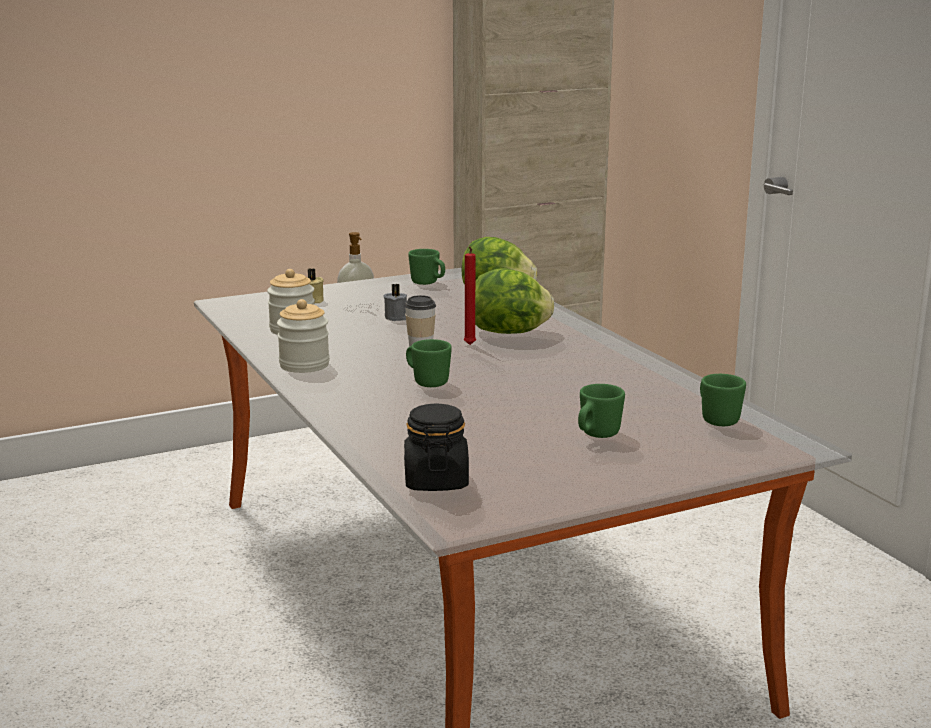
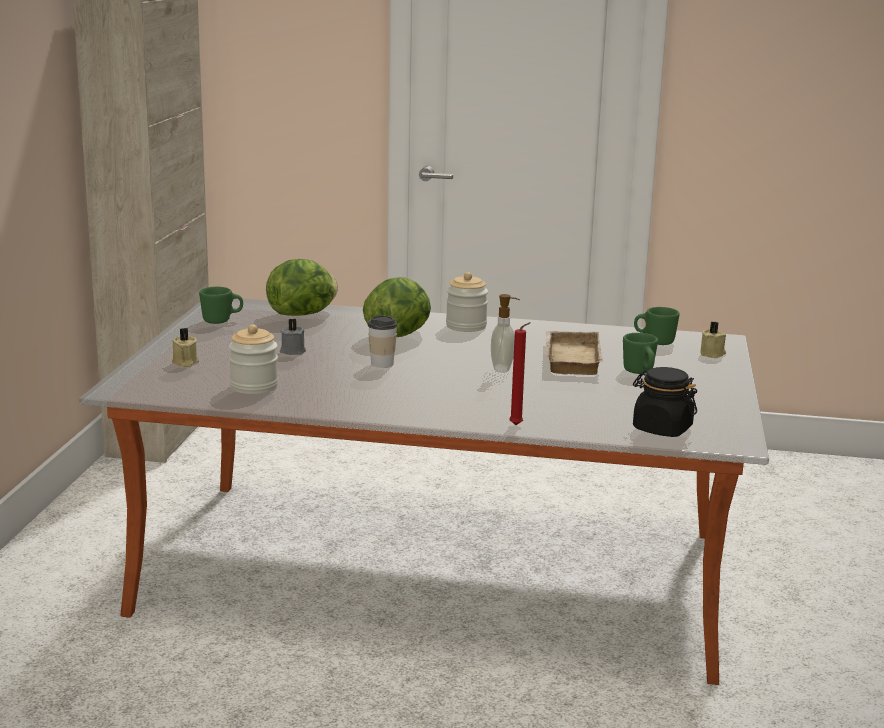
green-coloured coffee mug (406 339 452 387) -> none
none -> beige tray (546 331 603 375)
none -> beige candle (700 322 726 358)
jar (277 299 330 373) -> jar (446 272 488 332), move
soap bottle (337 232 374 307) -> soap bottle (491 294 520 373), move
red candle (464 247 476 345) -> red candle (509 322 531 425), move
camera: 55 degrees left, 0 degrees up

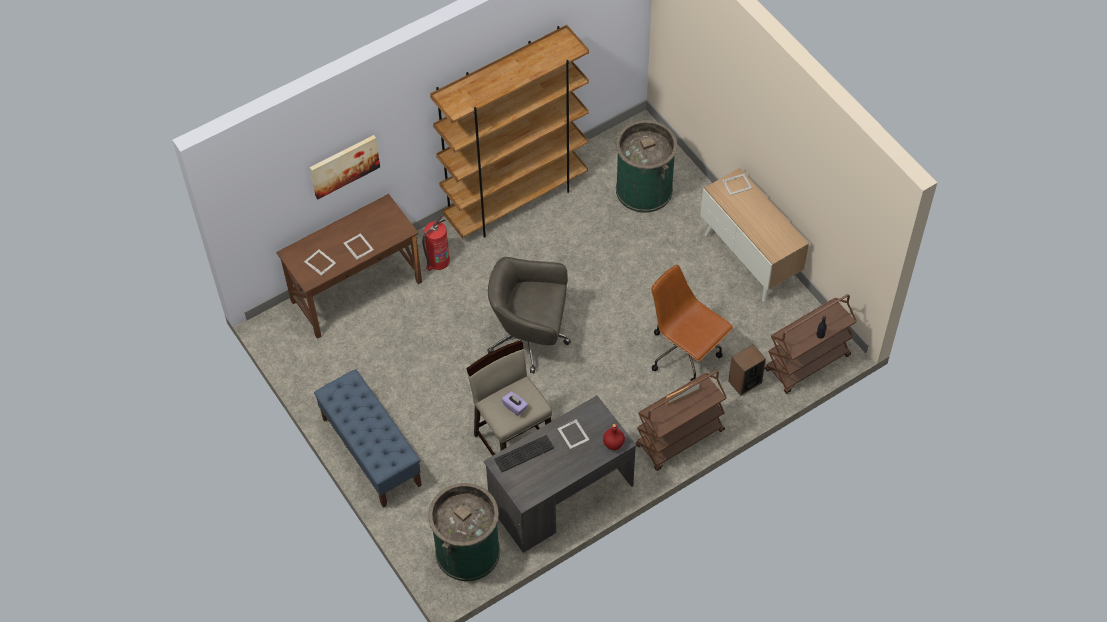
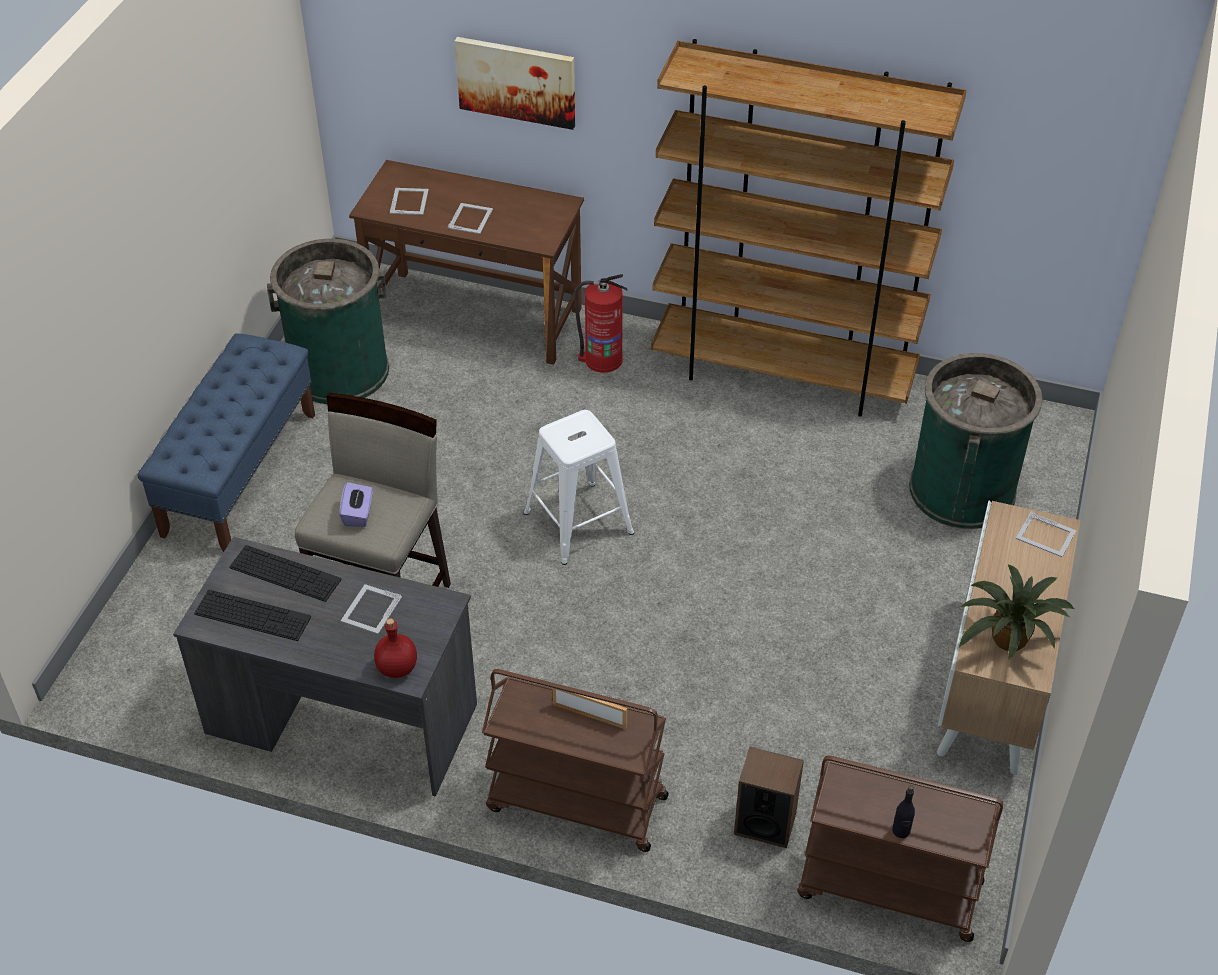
brownish office chair (651 265 733 381) -> none
none -> keyboard (194 590 311 641)
none -> houseplant (959 564 1074 660)
green-coloured rubbish bin (428 483 500 581) -> green-coloured rubbish bin (267 239 389 404), move
greyish office chair (487 257 571 373) -> white-coloured stool seat (524 410 634 565)
camera: 50 degrees right, 10 degrees down

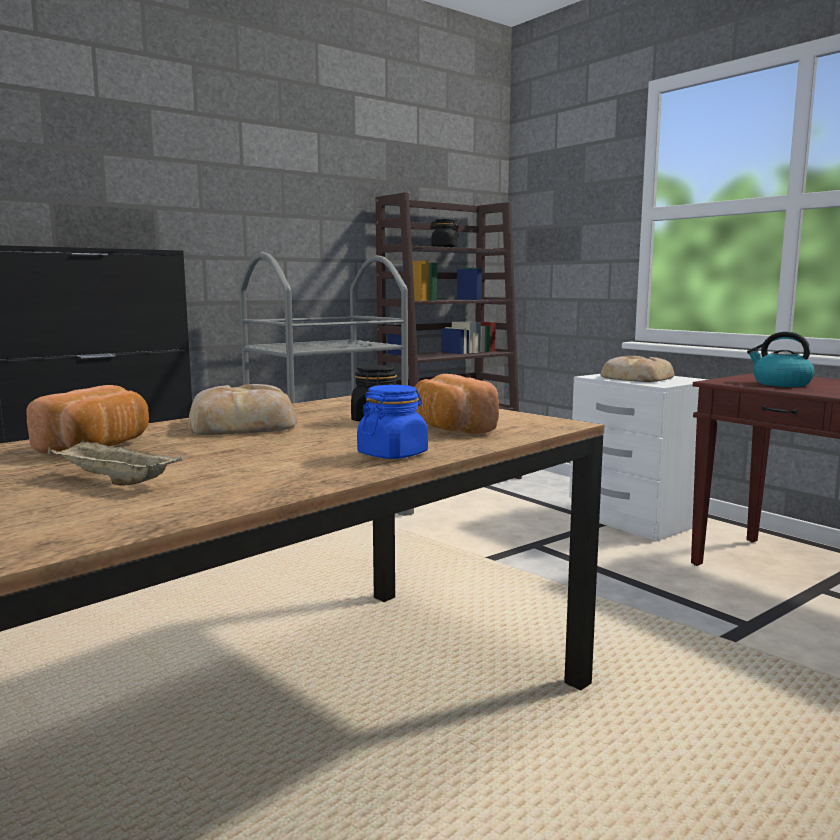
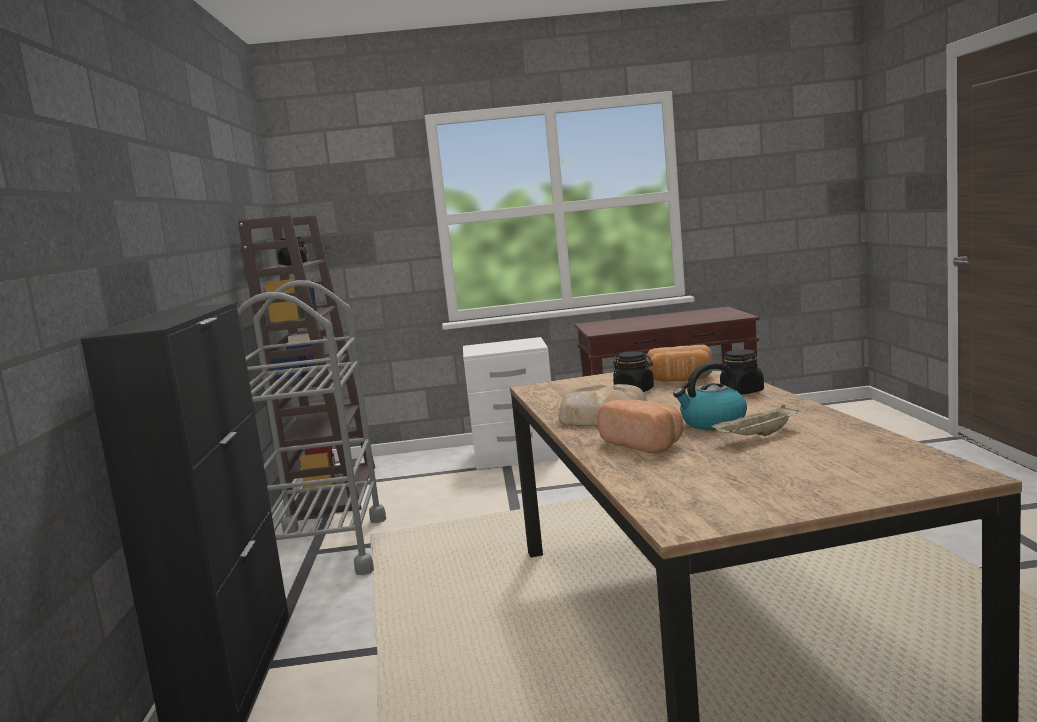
bakery bread (601 356 674 382) -> none
kettle (747 331 815 387) -> kettle (673 362 747 430), move
blue jar (357 385 428 459) -> black jar (720 349 764 394)
camera: 55 degrees left, 0 degrees up

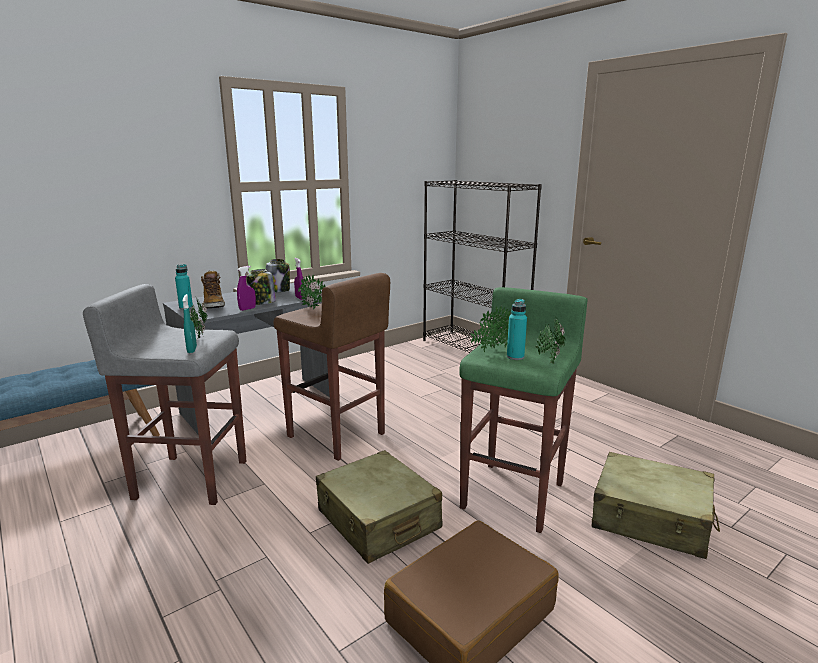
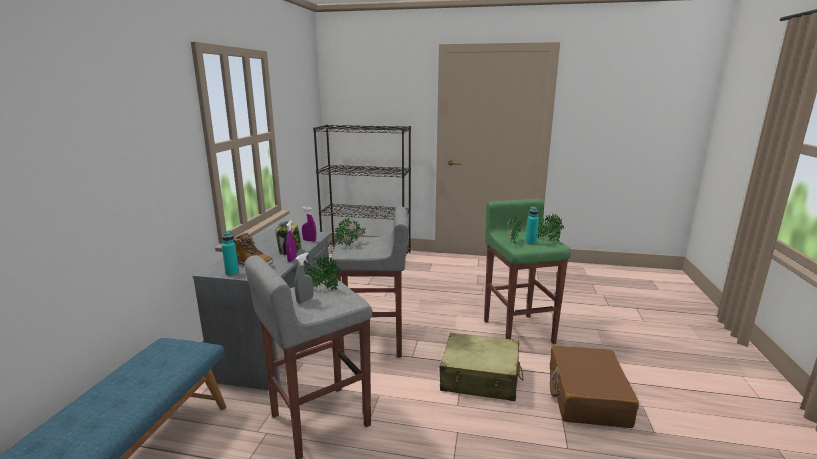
turquoise-coloured sprayer (182 294 197 353) -> none
jar (266 259 290 292) -> none
beige piece of luggage (592 452 720 559) -> none
none -> greyish sprayer (295 252 314 304)
brownish stool seat (274 273 390 461) -> greyish stool seat (330 206 409 358)
camera: 40 degrees left, 0 degrees up

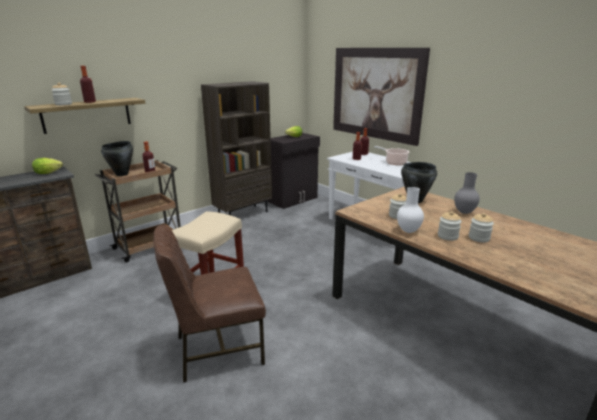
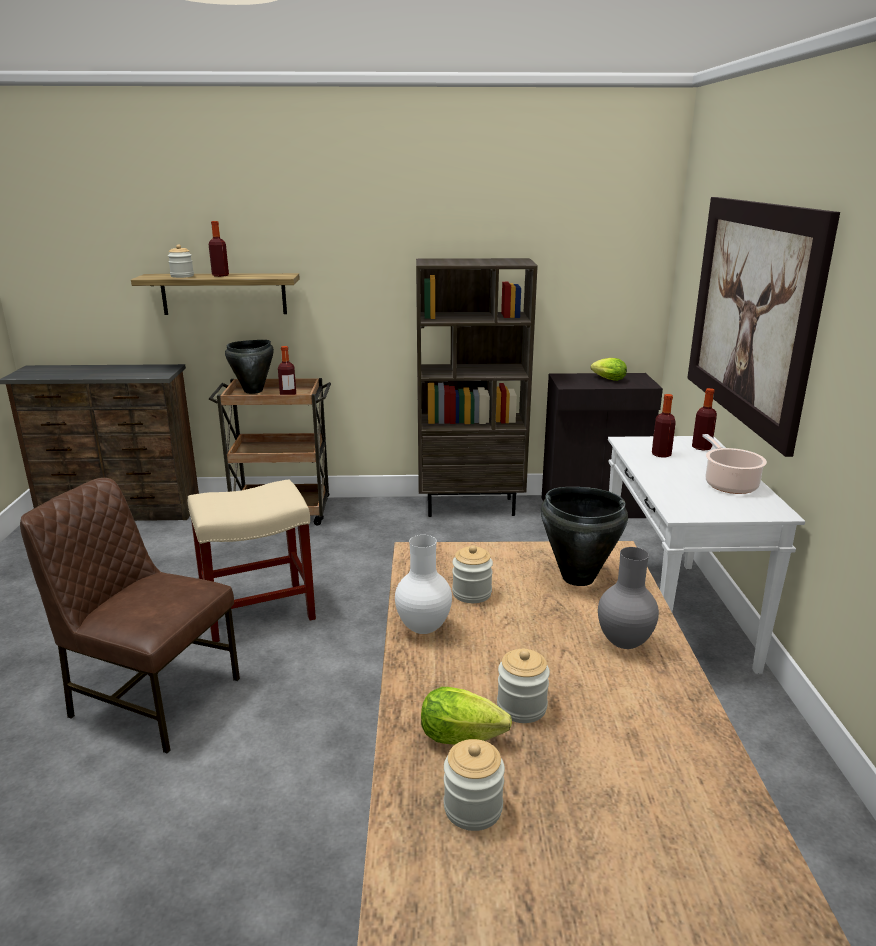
lettuce (32 158 63 174) -> lettuce (421 687 512 745), move
jar (438 211 461 241) -> jar (444 739 505 831), move
camera: 40 degrees right, 0 degrees up

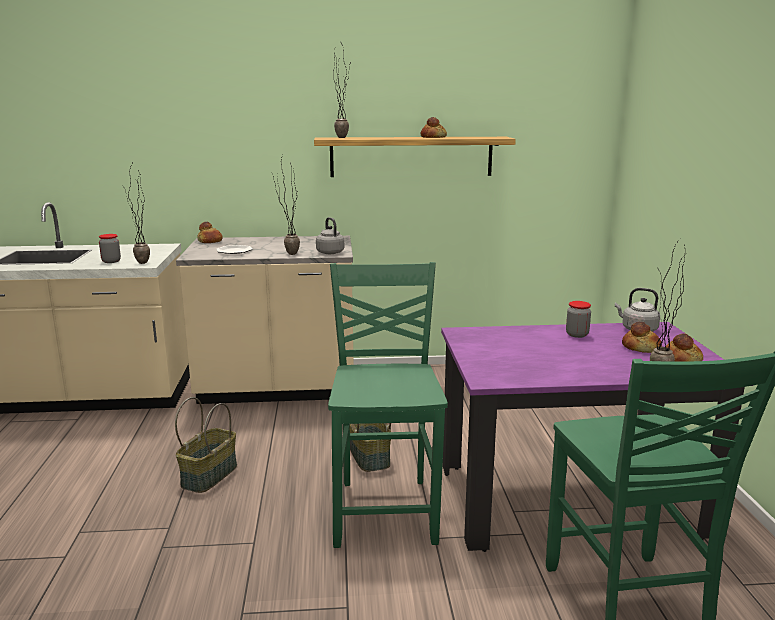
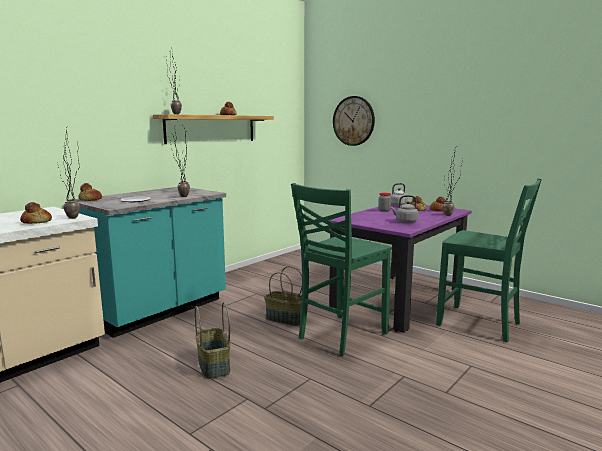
none -> clock on the wall (333 96 375 146)
greyish kettle (316 217 344 254) -> greyish kettle (391 195 419 223), move
jar (99 234 121 263) -> bakery bread (20 202 52 224)
beige counter (176 236 354 404) -> turquoise-coloured counter (74 187 226 338)
green-coloured chair (328 262 448 548) -> green-coloured chair (291 183 392 357), 90 degrees counterclockwise
camera: 45 degrees left, 5 degrees down

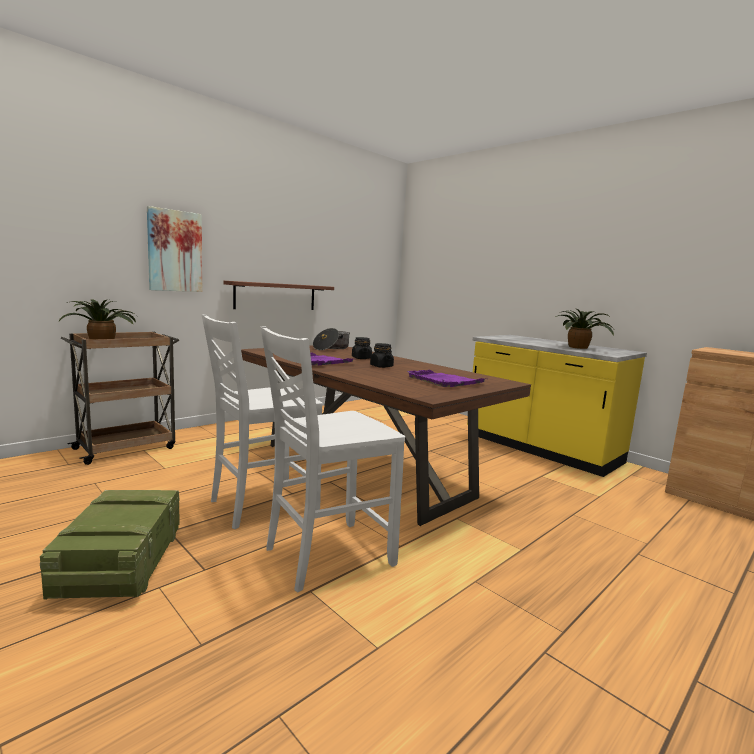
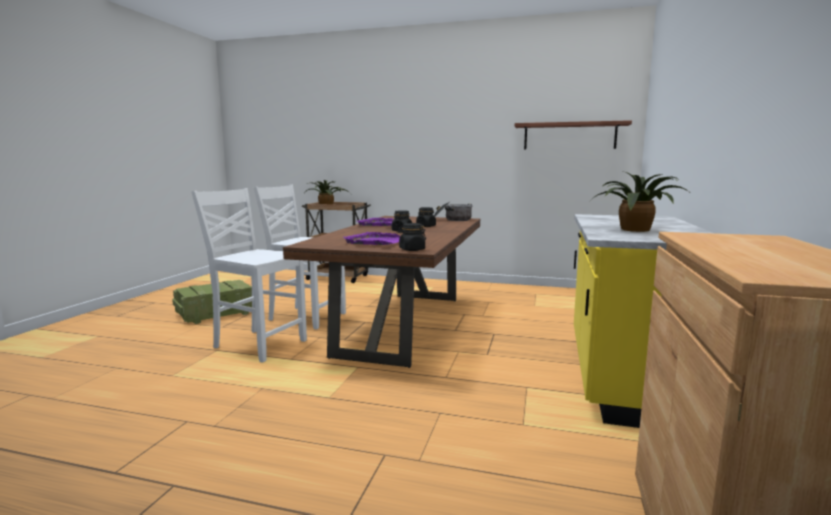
wall picture (147 206 202 292) -> none
none -> black jar (398 223 426 251)
shelf (223 281 334 310) -> shelf (515 120 632 149), move
camera: 60 degrees right, 0 degrees up

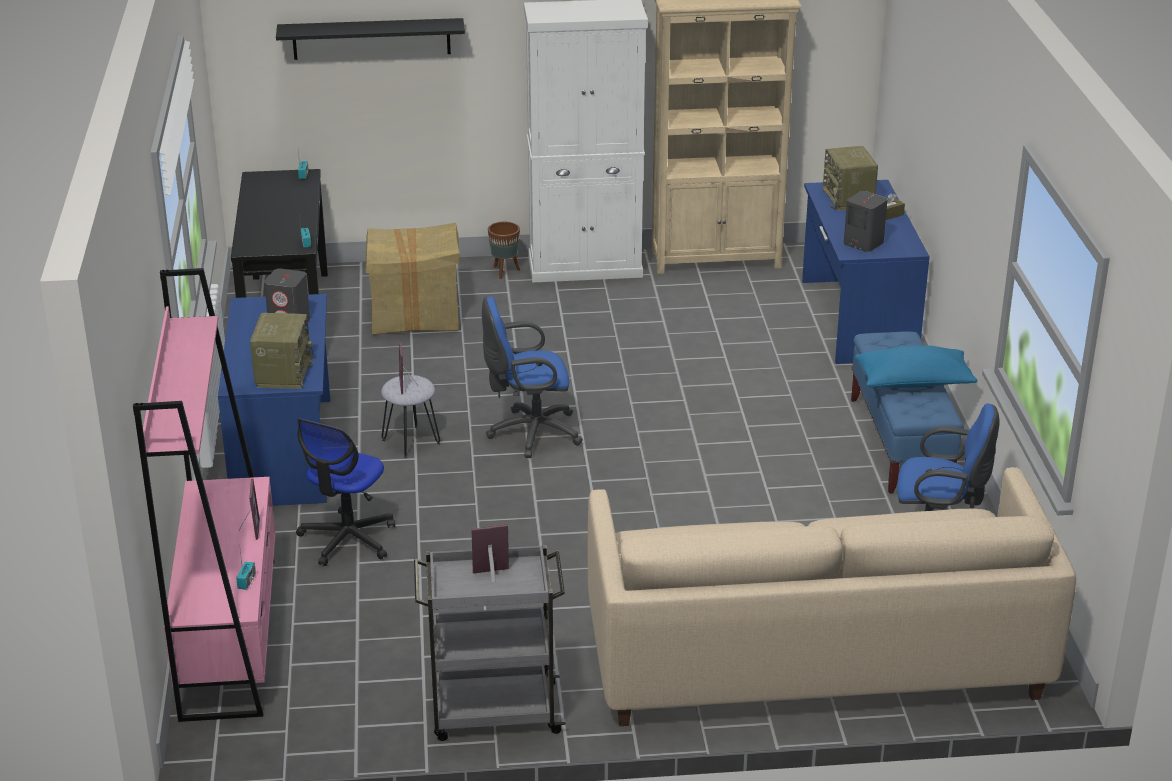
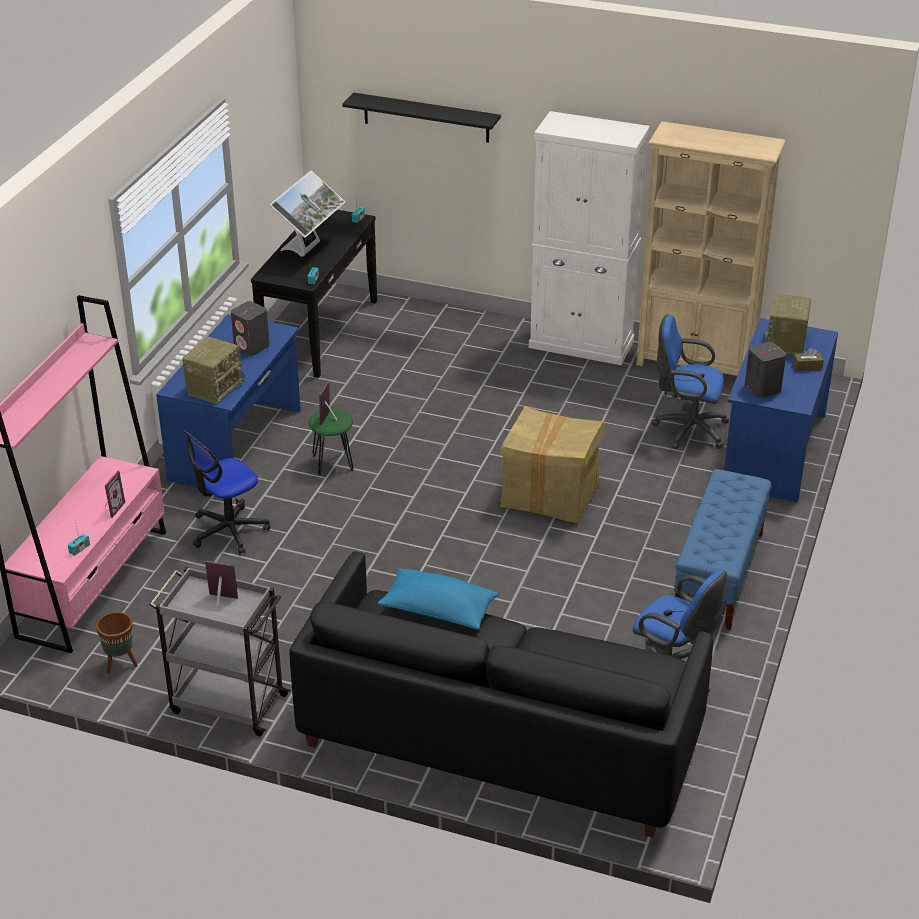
none -> computer screen (269 170 345 257)
carton (365 223 460 335) -> carton (500 406 605 523), move
blue office chair (482 296 583 458) -> blue office chair (652 315 730 449), move
brownish flower pot (488 222 520 279) -> brownish flower pot (96 612 138 673), move
blue throw pillow (855 346 978 388) -> blue throw pillow (378 568 499 630), move
greyish stool seat (381 375 440 458) -> green-coloured stool seat (309 408 353 476)
beige sofa (588 467 1076 726) -> black sofa (289 551 713 838)
camera: 25 degrees right, 5 degrees up

